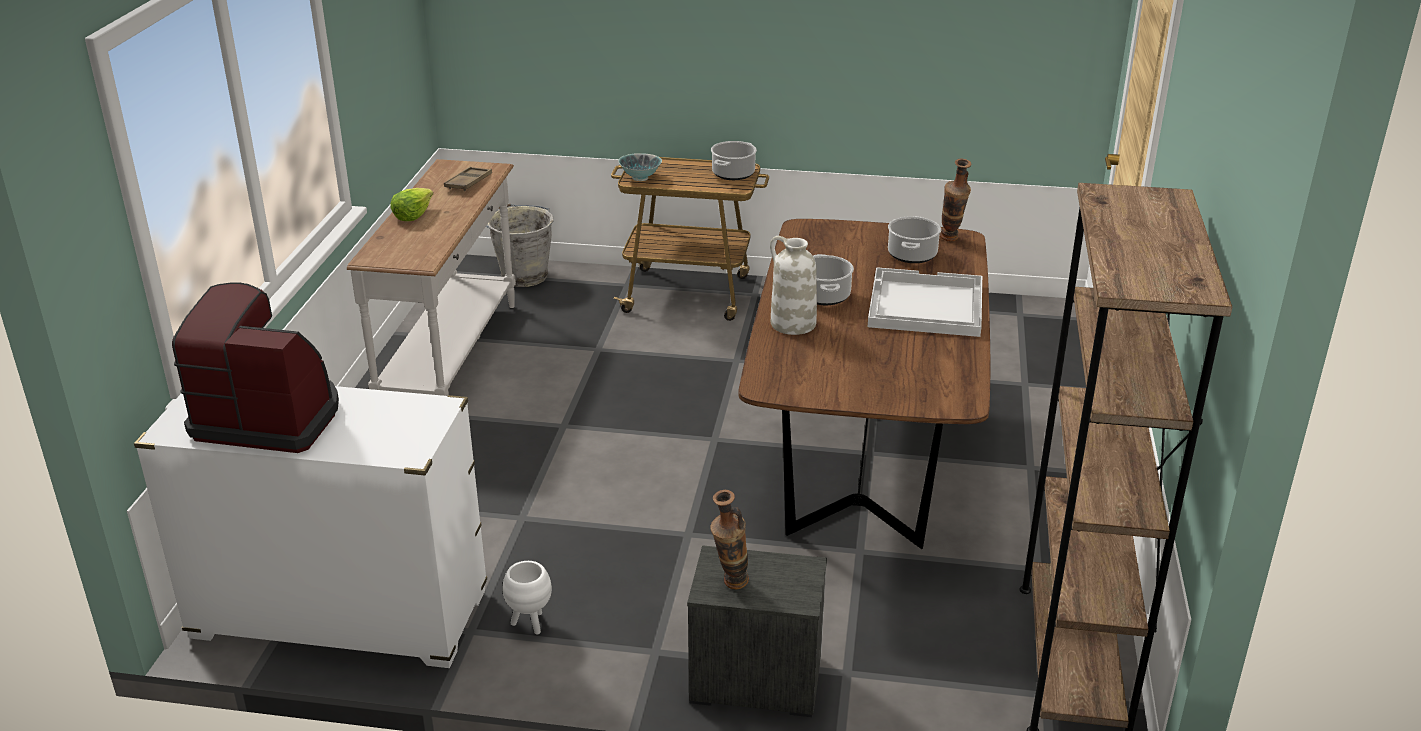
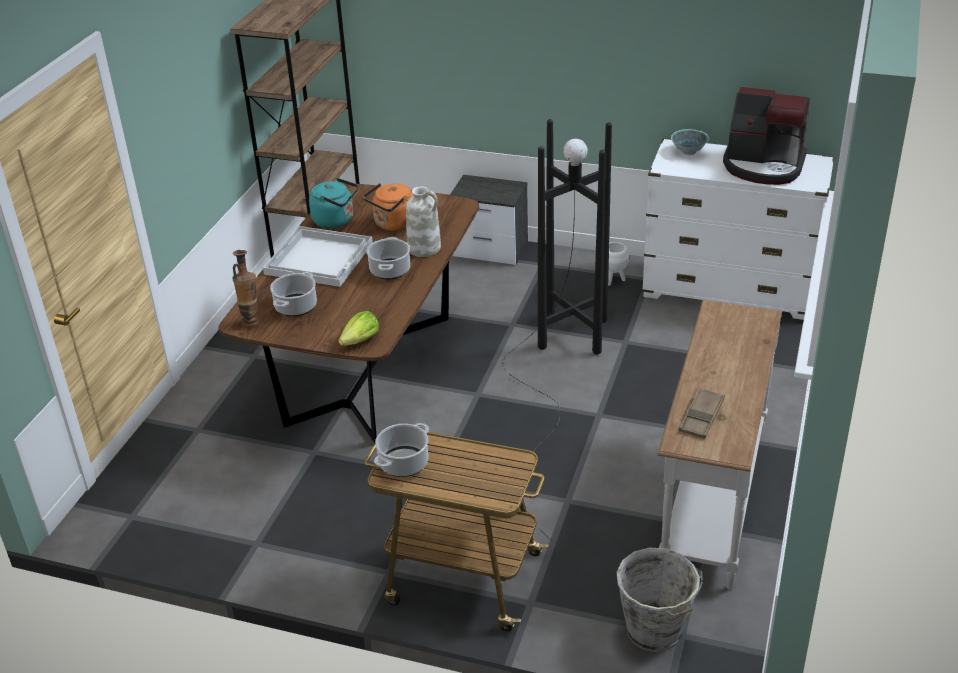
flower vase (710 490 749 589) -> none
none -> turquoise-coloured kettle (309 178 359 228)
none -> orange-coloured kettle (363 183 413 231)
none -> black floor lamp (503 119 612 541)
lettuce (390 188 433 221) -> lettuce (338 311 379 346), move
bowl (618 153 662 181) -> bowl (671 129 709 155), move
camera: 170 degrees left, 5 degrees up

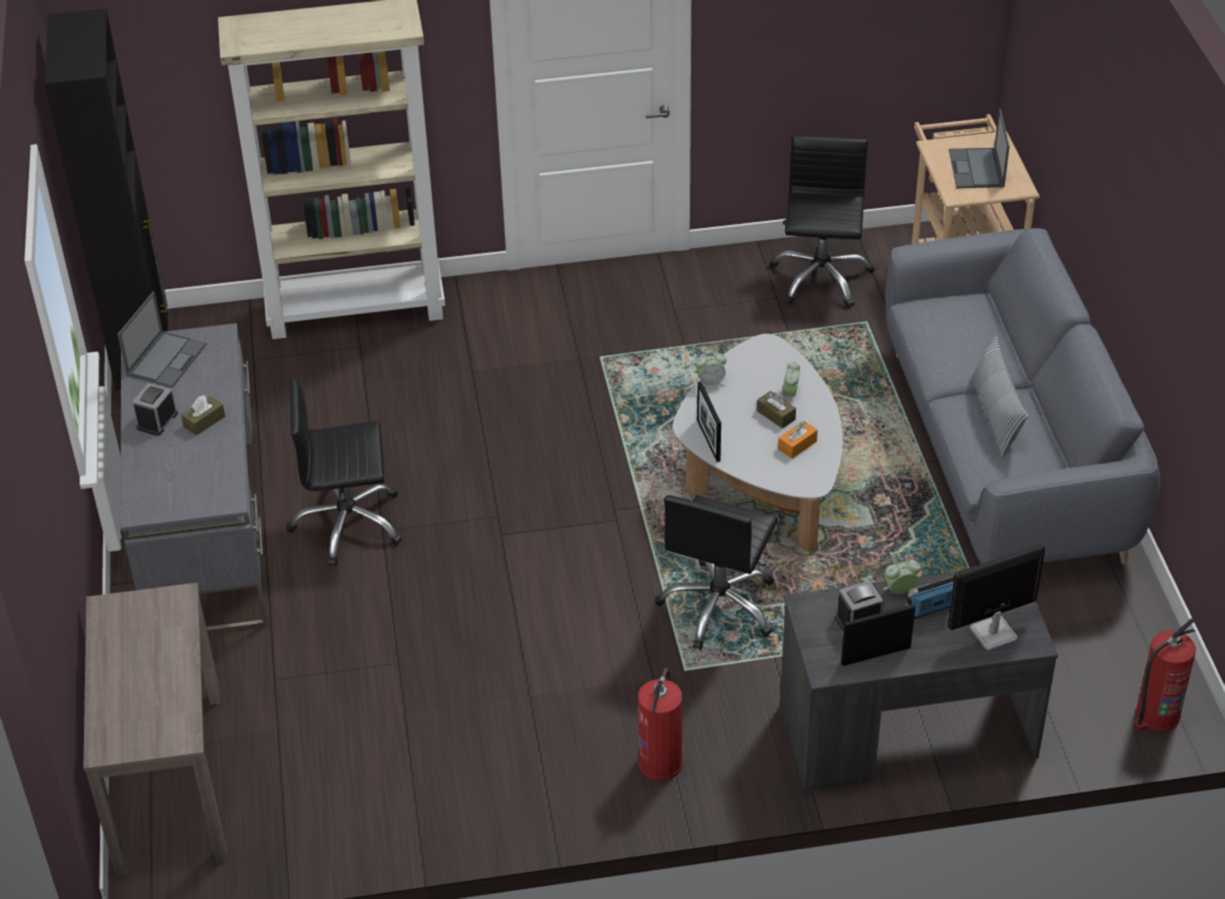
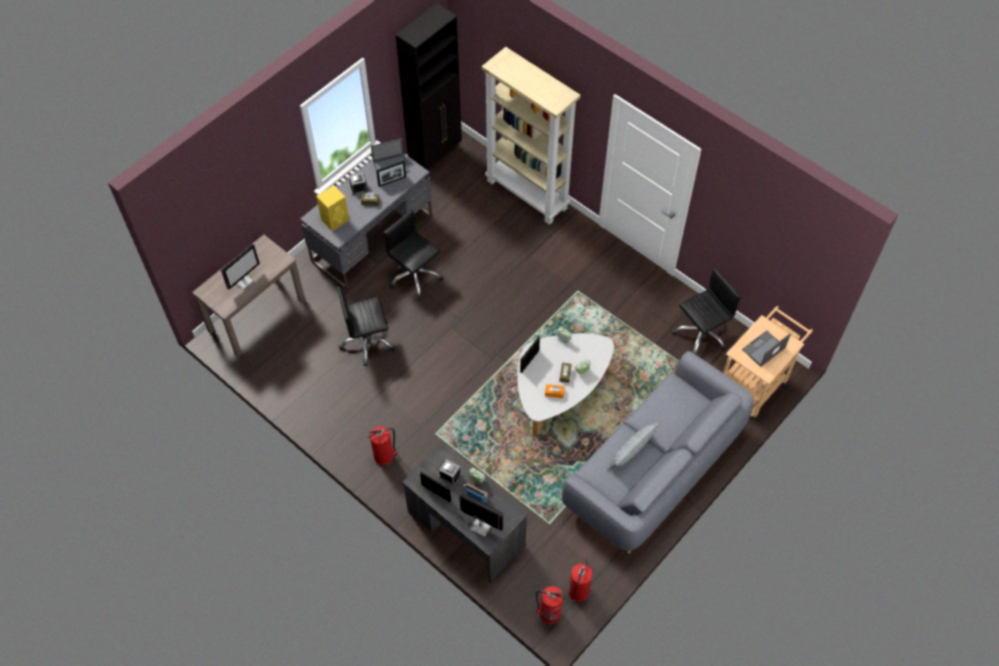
none -> computer screen (221 243 260 290)
none -> yellowish loudspeaker (316 185 349 231)
none -> picture frame (376 161 406 187)
none -> extinguisher (568 559 592 602)
black office chair (655 495 778 650) -> black office chair (337 286 395 366), move
camera: 50 degrees right, 15 degrees up

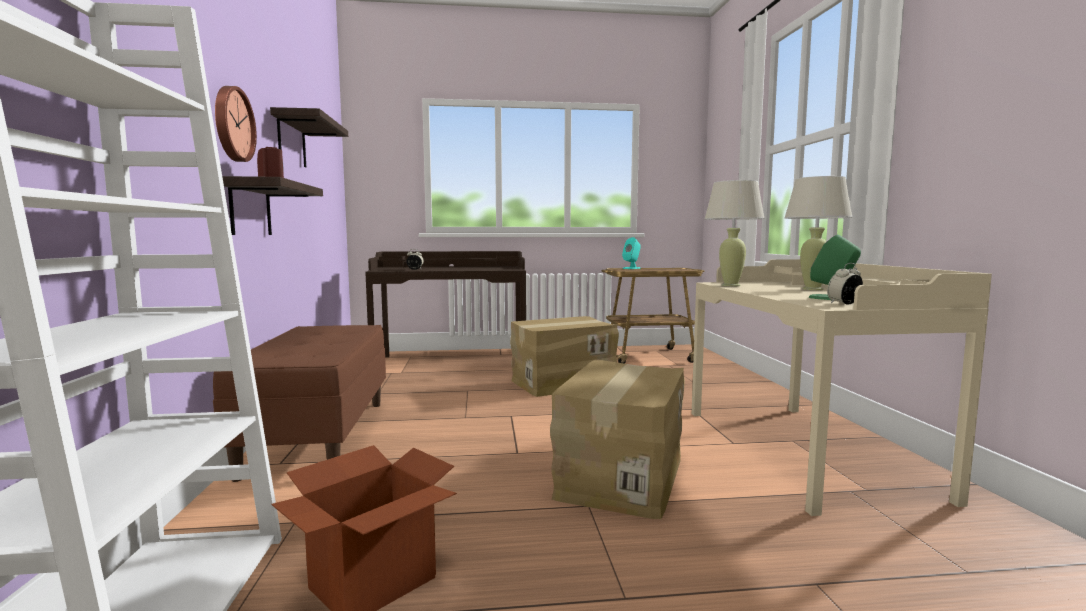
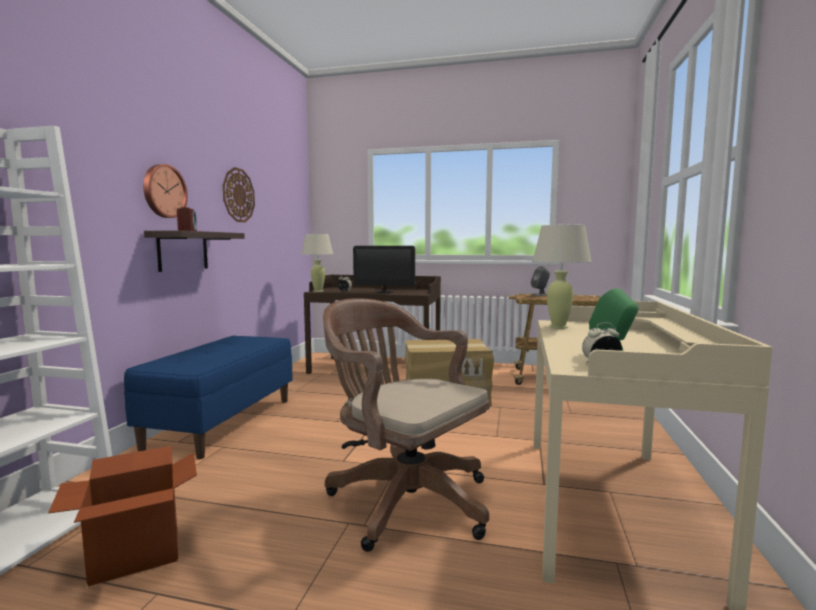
none -> computer screen (353 246 415 293)
beige lamp for a table (785 176 852 290) -> beige lamp for a table (301 234 333 292), move
shelf (270 107 348 167) -> clock on the wall (223 167 255 222)
carton (550 360 685 519) -> brownish office chair (323 298 490 552)
brownish bench (213 325 386 482) -> blue bench (124 336 293 459)
turquoise-coloured loudspeaker (622 237 641 269) -> greyish loudspeaker (531 266 550 296)
camera: 20 degrees right, 0 degrees up

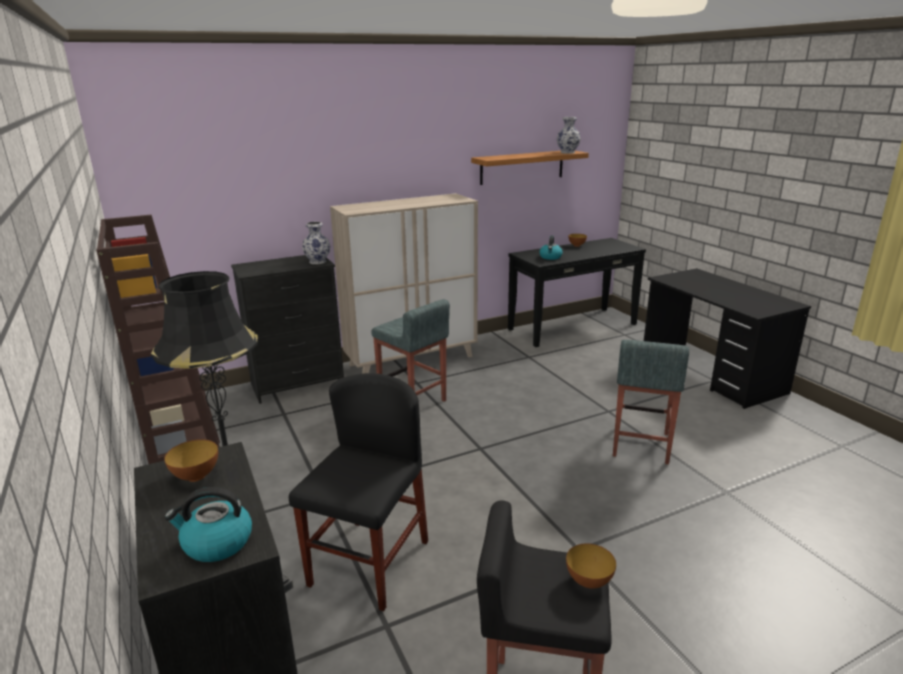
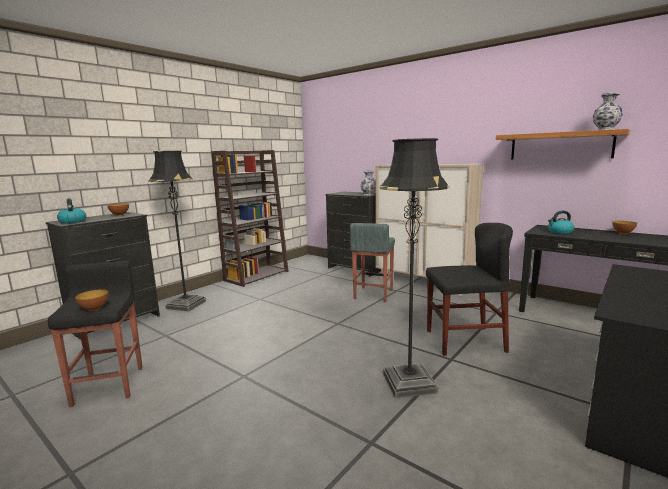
black chair (289 373 428 611) -> black chair (426 223 513 356), move
greyish stool seat (613 340 689 465) -> black floor lamp (380 138 450 398)
camera: 65 degrees right, 10 degrees down

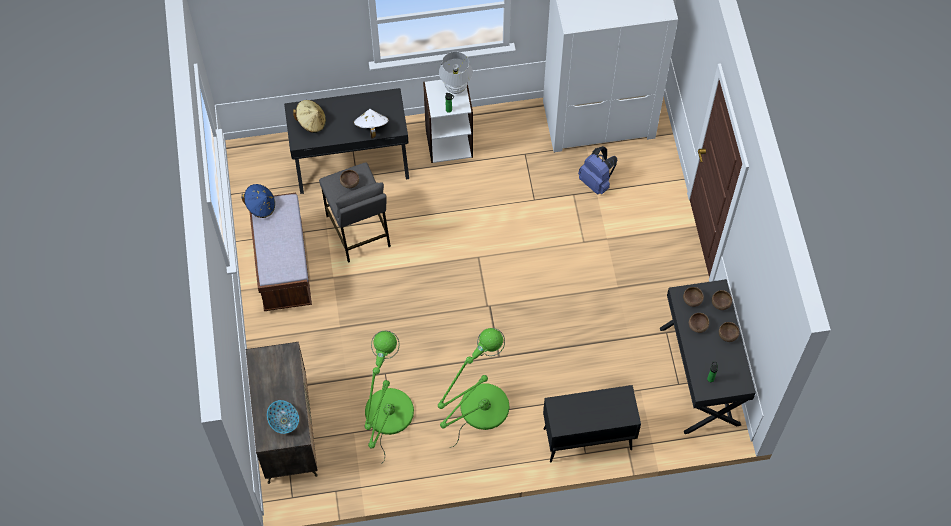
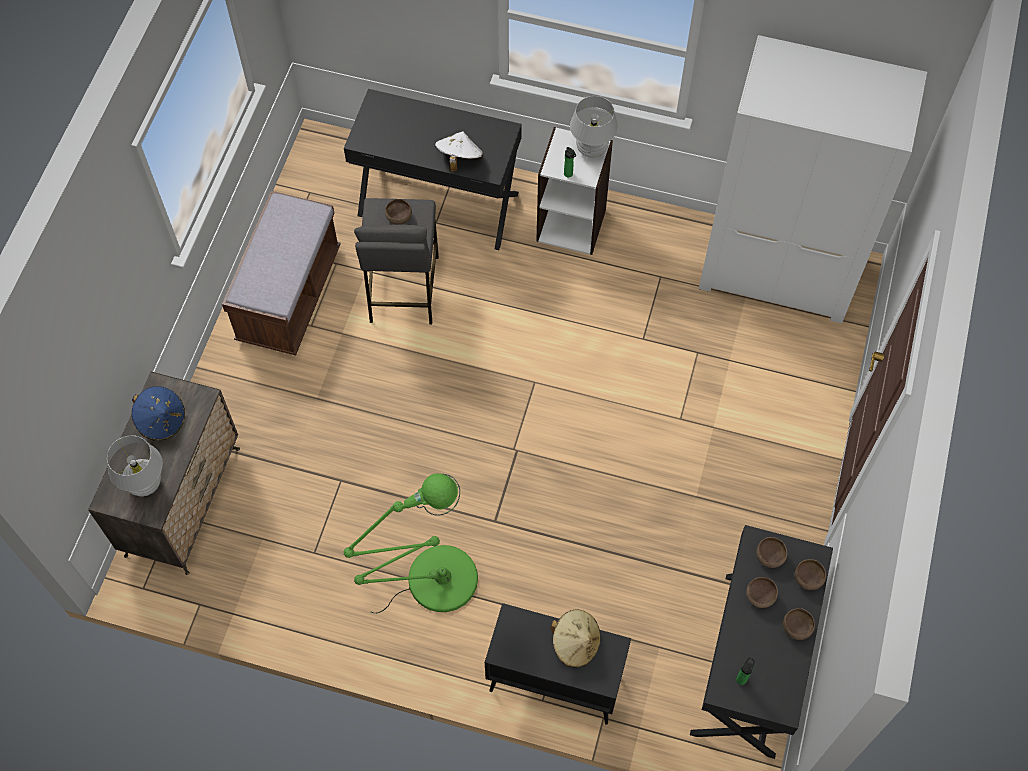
green-coloured floor lamp (364 331 414 464) -> none
blue backpack (578 146 617 195) -> none
blue wearable hat (242 184 275 218) -> blue wearable hat (132 386 185 441), move
beige wearable hat (293 100 326 133) -> beige wearable hat (551 609 601 668), move
bowl (267 400 299 434) -> white-coloured lamp for a table (107 436 163 496)
camera: 25 degrees right, 0 degrees up

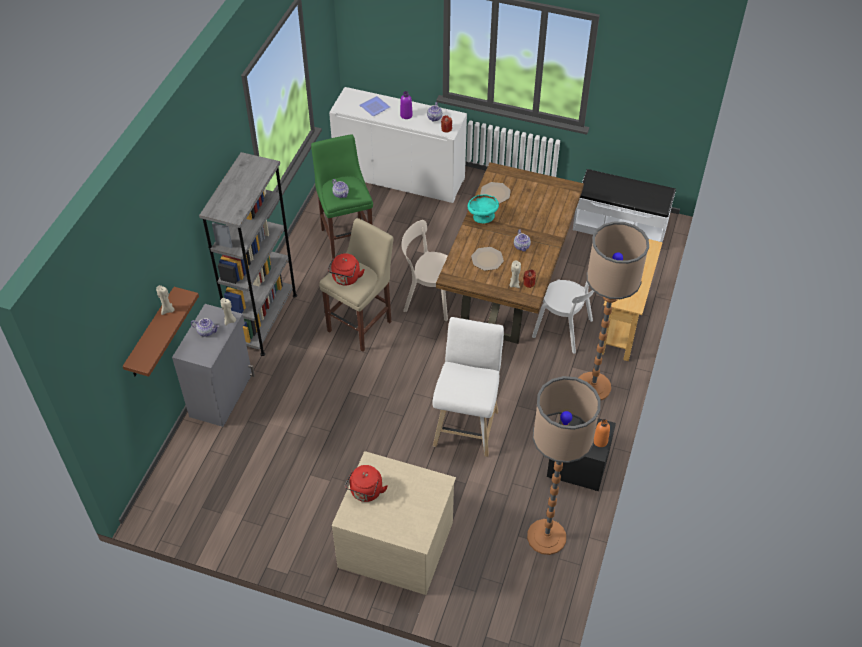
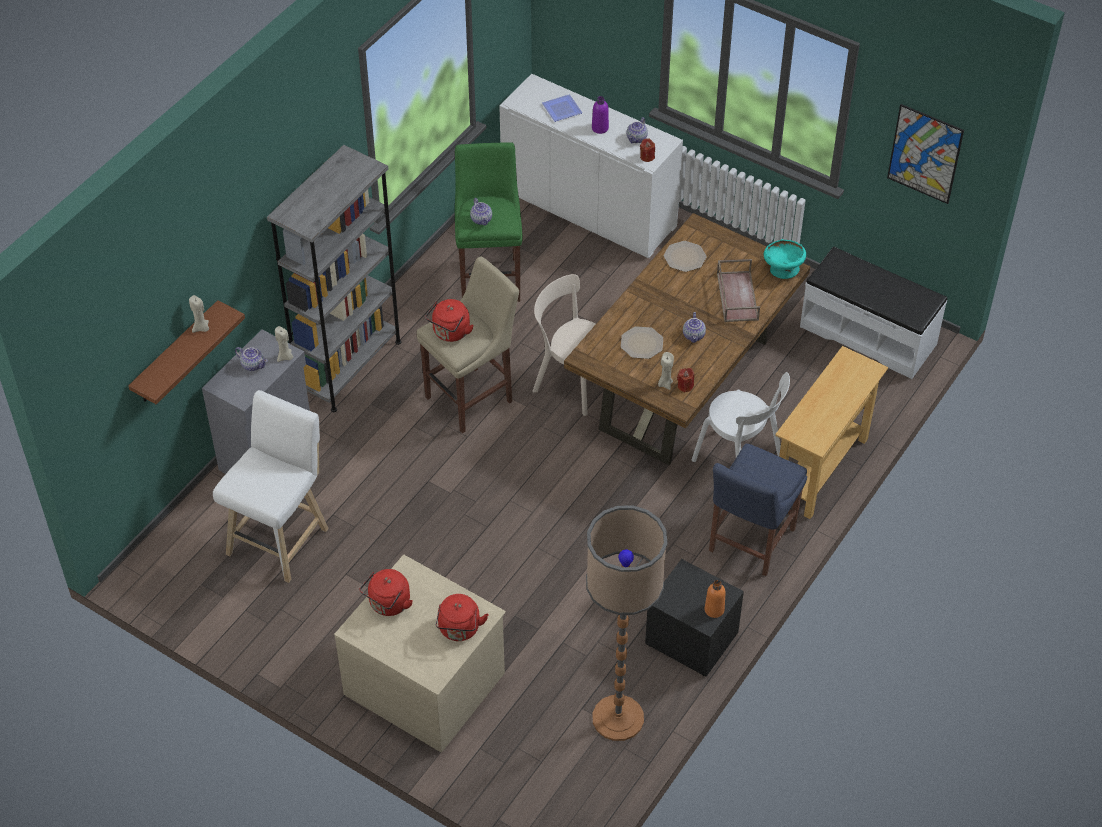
none -> red kettle (436 594 489 641)
none -> brownish tray (717 259 760 322)
none -> wall picture (887 104 964 204)
white-coloured stool seat (432 317 504 457) -> white-coloured stool seat (213 390 329 583), move
turquoise-coloured bowl (467 195 499 223) -> turquoise-coloured bowl (763 239 806 279), move
floor lamp (578 221 649 400) -> blue chair (709 444 807 576)
camera: 15 degrees right, 0 degrees up

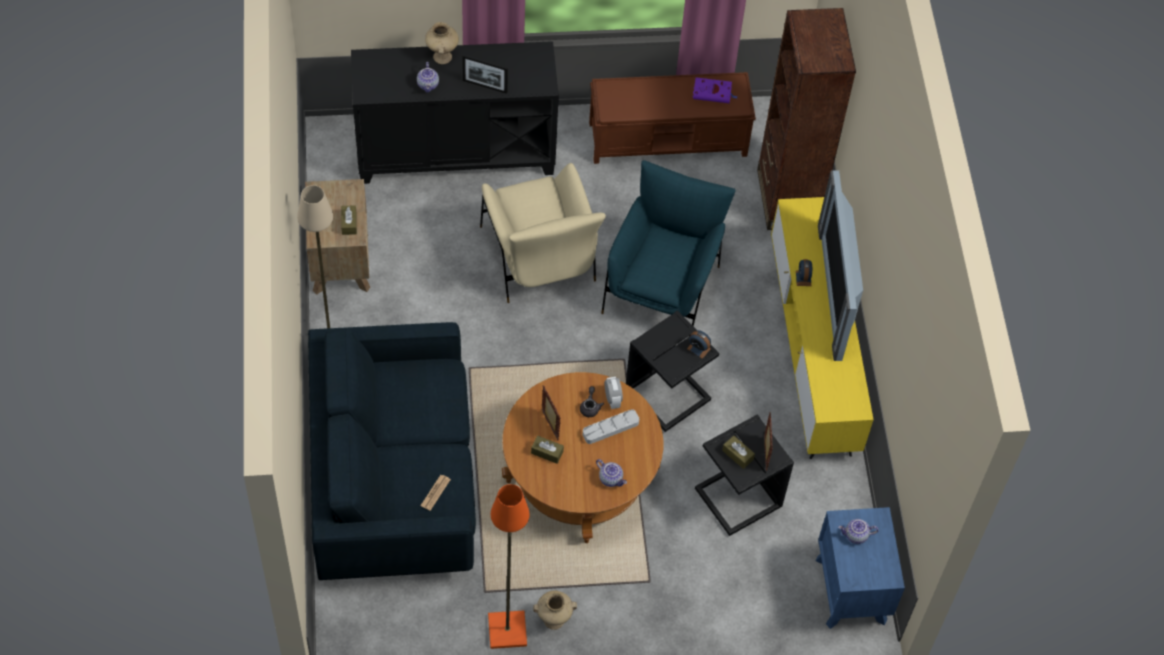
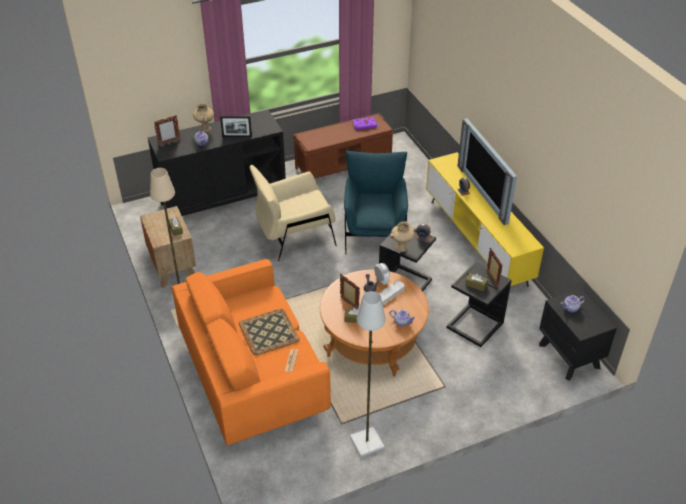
brownish bookcase (757 8 856 230) -> none
none -> picture frame (154 115 180 146)
none -> tray (239 309 300 355)
beige flower vase (533 591 577 630) -> beige flower vase (390 221 416 252), move
blue sofa (308 322 476 580) -> orange-coloured sofa (172 259 331 445)
orange-coloured floor lamp (488 484 529 649) -> greyish floor lamp (350 291 386 457)
blue night table (816 507 905 629) -> black night table (539 289 617 381)
beige easy chair (480 163 606 303) -> beige easy chair (250 165 337 261), 105 degrees clockwise
camera: 15 degrees left, 15 degrees down

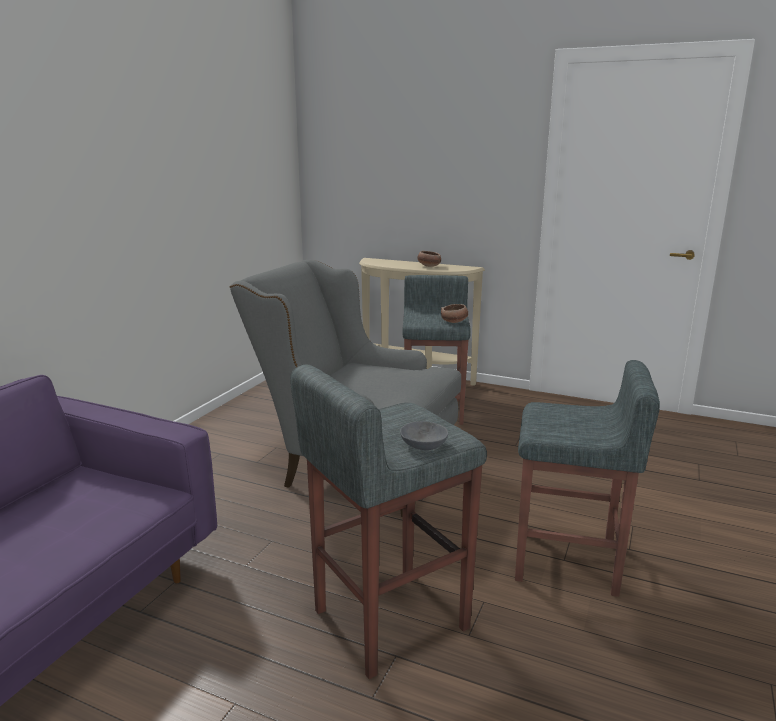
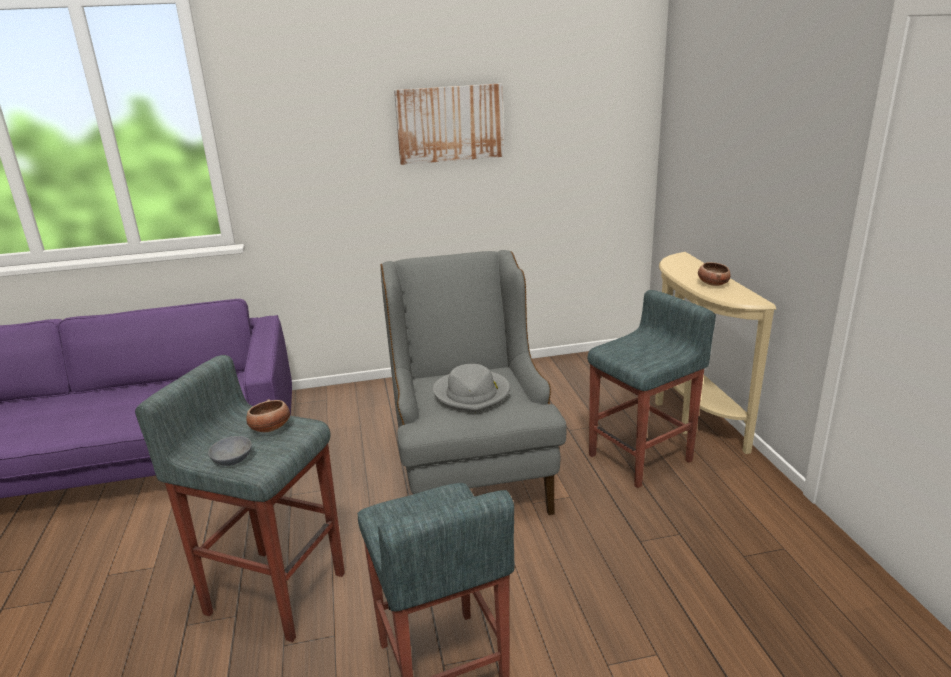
none -> wall picture (394 83 504 165)
none -> greyish wearable hat (433 364 510 412)
bowl (441 304 468 323) -> bowl (246 400 290 432), move
camera: 55 degrees right, 5 degrees up

